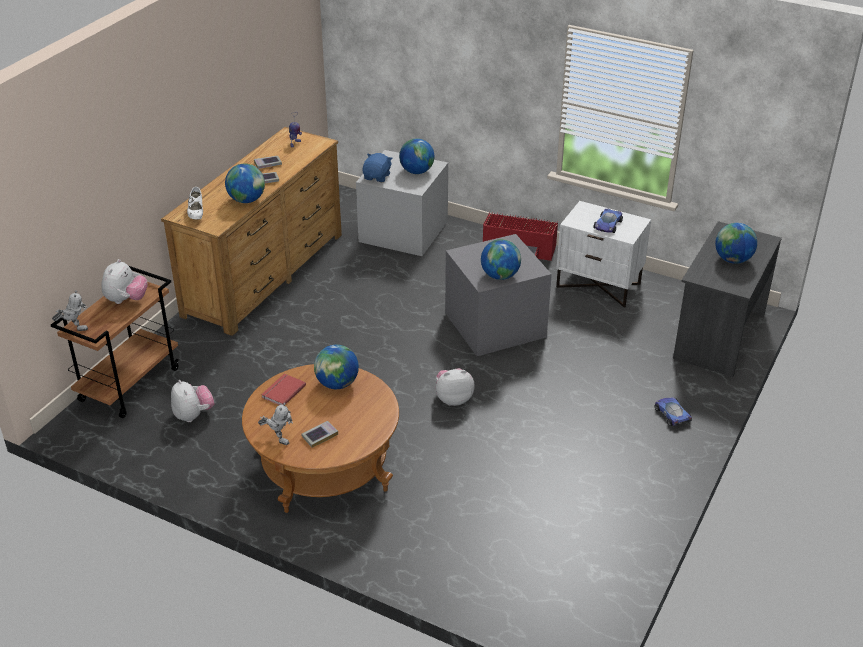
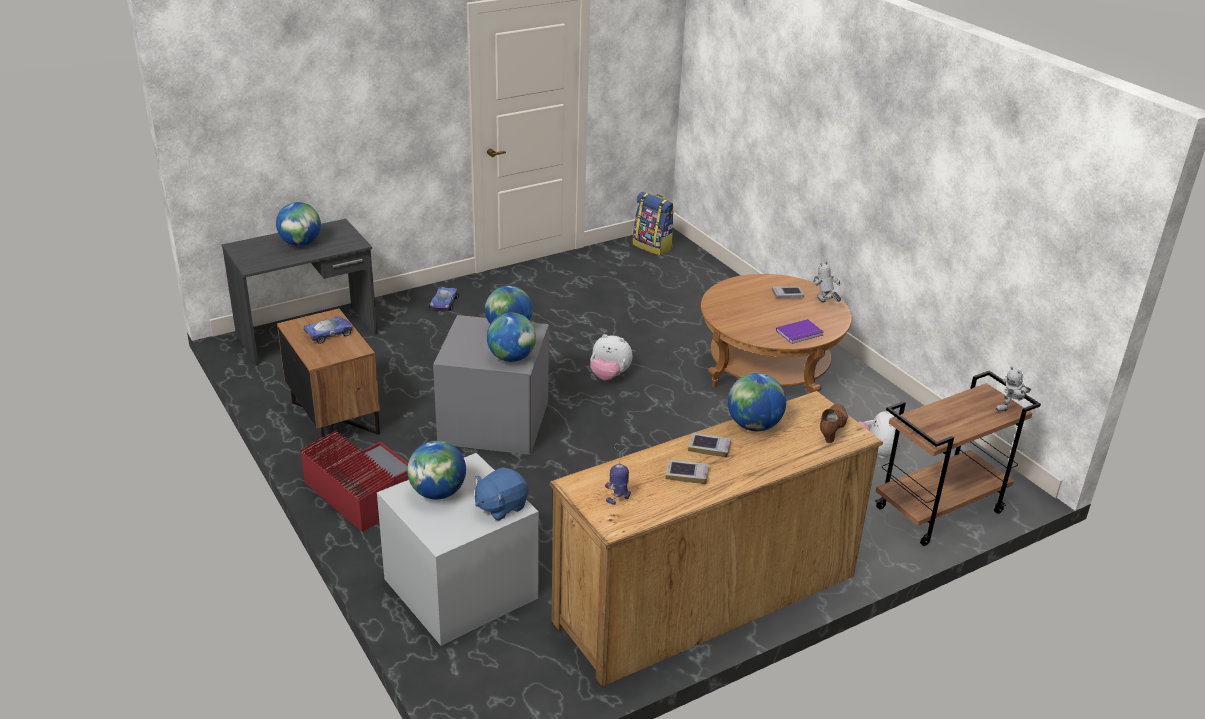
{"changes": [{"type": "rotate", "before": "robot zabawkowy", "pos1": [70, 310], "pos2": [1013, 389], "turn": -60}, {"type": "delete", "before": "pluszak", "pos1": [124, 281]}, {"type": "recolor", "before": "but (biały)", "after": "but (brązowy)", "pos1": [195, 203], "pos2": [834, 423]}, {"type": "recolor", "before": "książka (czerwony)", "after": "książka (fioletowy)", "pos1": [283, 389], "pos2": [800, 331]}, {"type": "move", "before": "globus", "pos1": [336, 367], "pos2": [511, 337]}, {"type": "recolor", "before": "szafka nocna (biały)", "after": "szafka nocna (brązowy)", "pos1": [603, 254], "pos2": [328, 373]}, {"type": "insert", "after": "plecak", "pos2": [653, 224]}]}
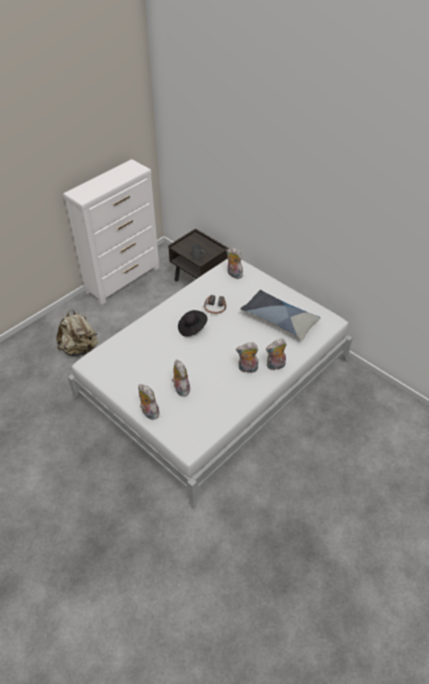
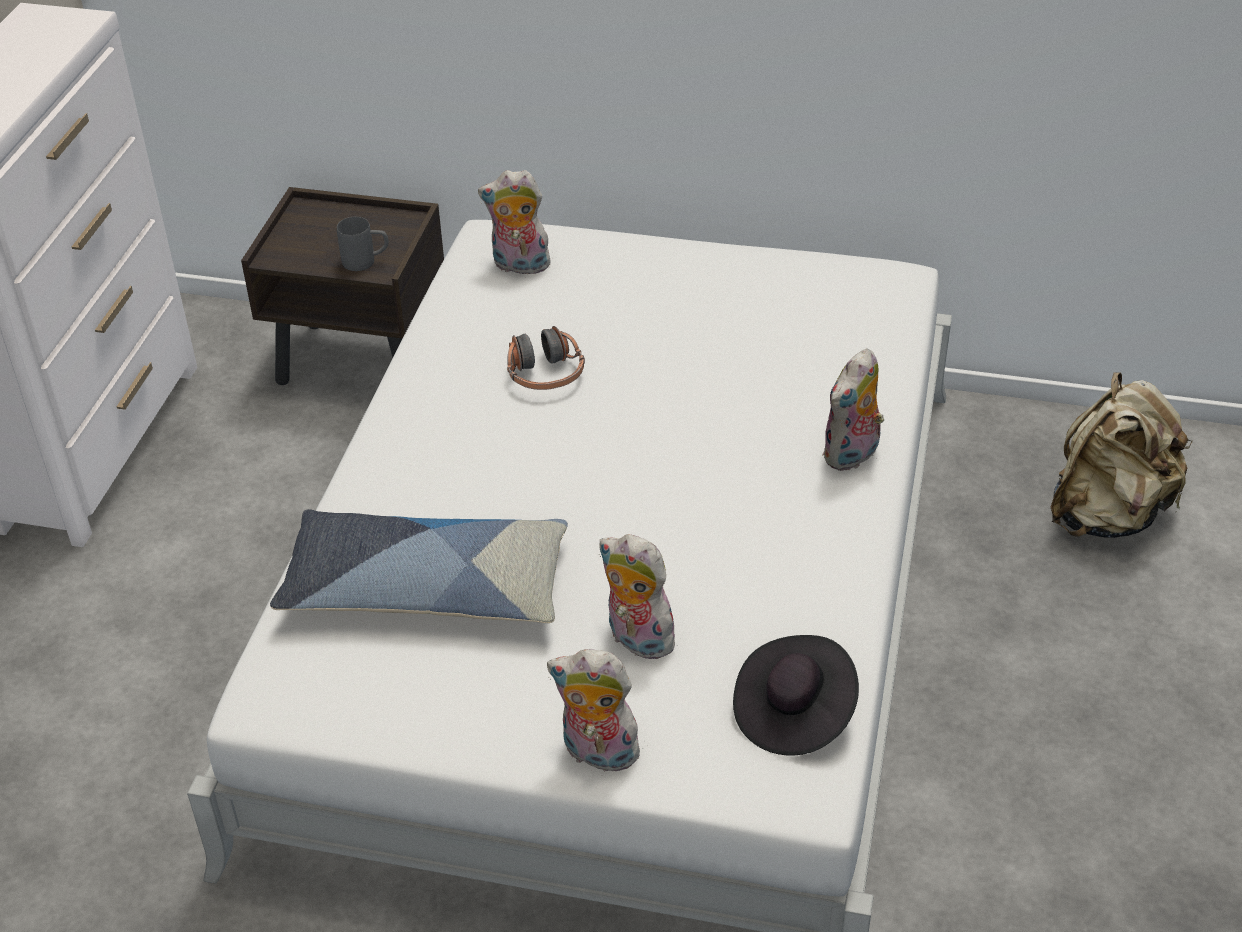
{"changes": [{"type": "move", "before": "plecak (beżowy)", "pos1": [77, 332], "pos2": [1122, 455]}, {"type": "move", "before": "kapelusz (czarny)", "pos1": [192, 323], "pos2": [796, 695]}, {"type": "delete", "before": "pluszak", "pos1": [247, 357]}, {"type": "move", "before": "poduszka", "pos1": [280, 315], "pos2": [419, 566]}]}
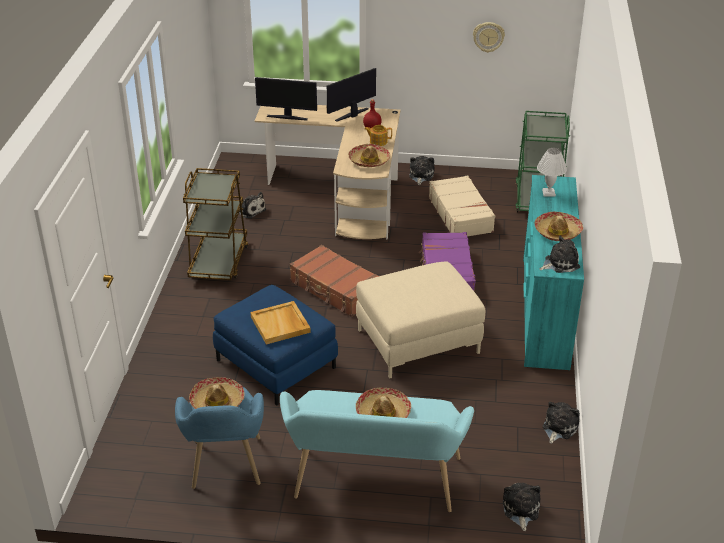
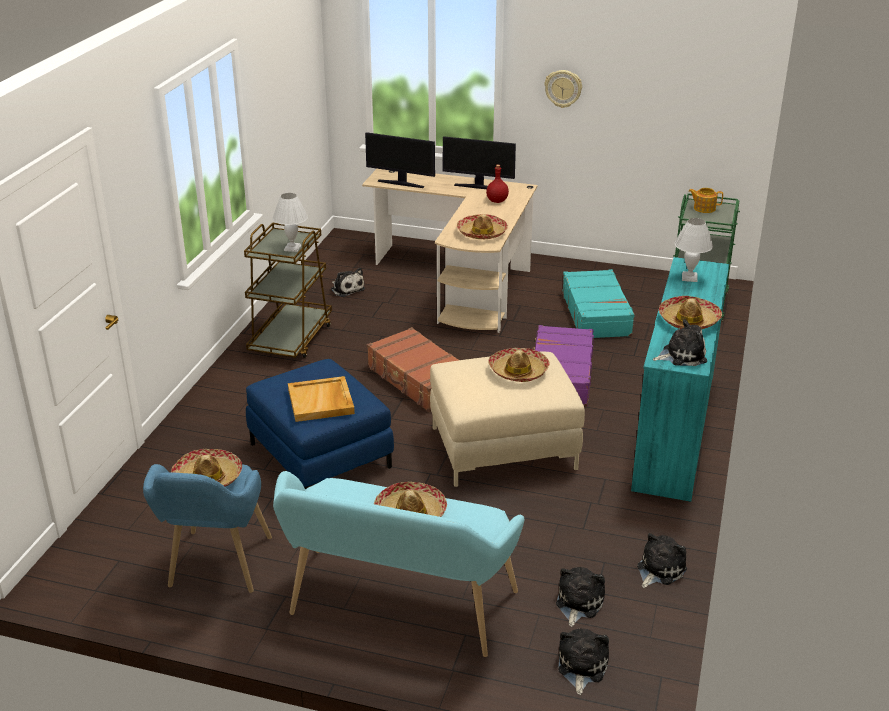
{"changes": [{"type": "rotate", "before": "monitor", "pos1": [351, 95], "pos2": [479, 162], "turn": -135}, {"type": "move", "before": "imbryk", "pos1": [378, 135], "pos2": [705, 200]}, {"type": "move", "before": "pluszak", "pos1": [421, 170], "pos2": [580, 597]}, {"type": "recolor", "before": "walizka (beżowy)", "after": "walizka (turkusowy)", "pos1": [462, 205], "pos2": [598, 303]}, {"type": "move", "before": "zegar ścienny", "pos1": [489, 37], "pos2": [563, 89]}, {"type": "insert", "after": "lampa stołowa (biały)", "pos2": [290, 222]}, {"type": "insert", "after": "kapelusz", "pos2": [519, 365]}]}
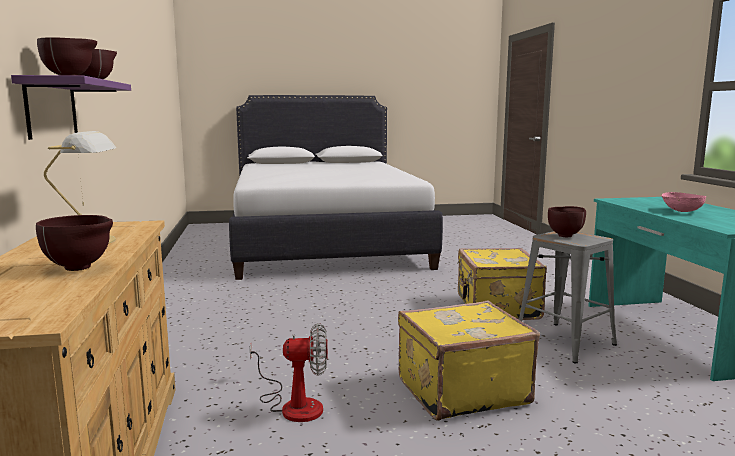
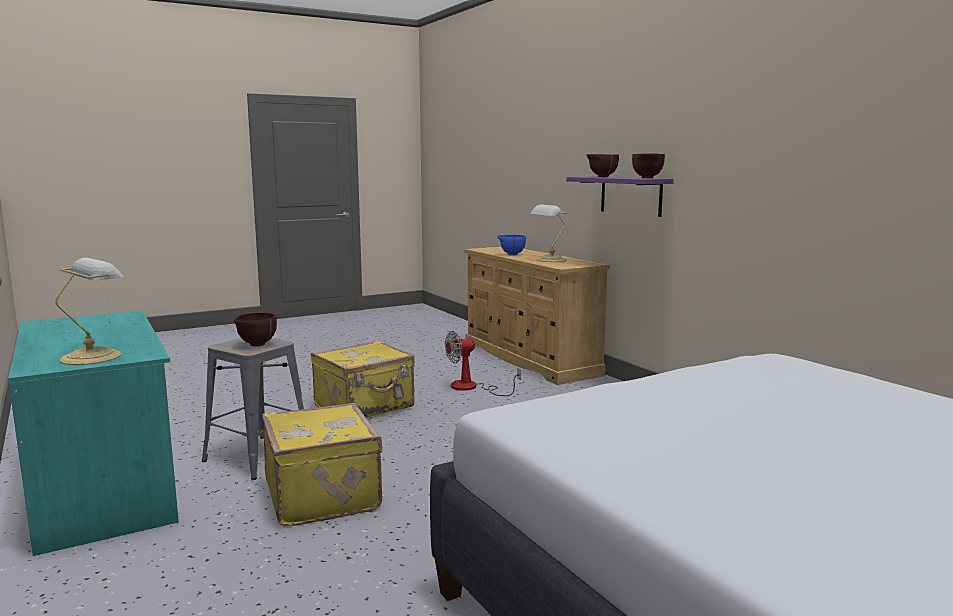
{"changes": [{"type": "recolor", "before": "miska (brązowy)", "after": "miska (niebieski)", "pos1": [74, 243], "pos2": [511, 245]}, {"type": "delete", "before": "miska (różowy)", "pos1": [683, 202]}, {"type": "insert", "after": "lampa stołowa", "pos2": [89, 311]}]}
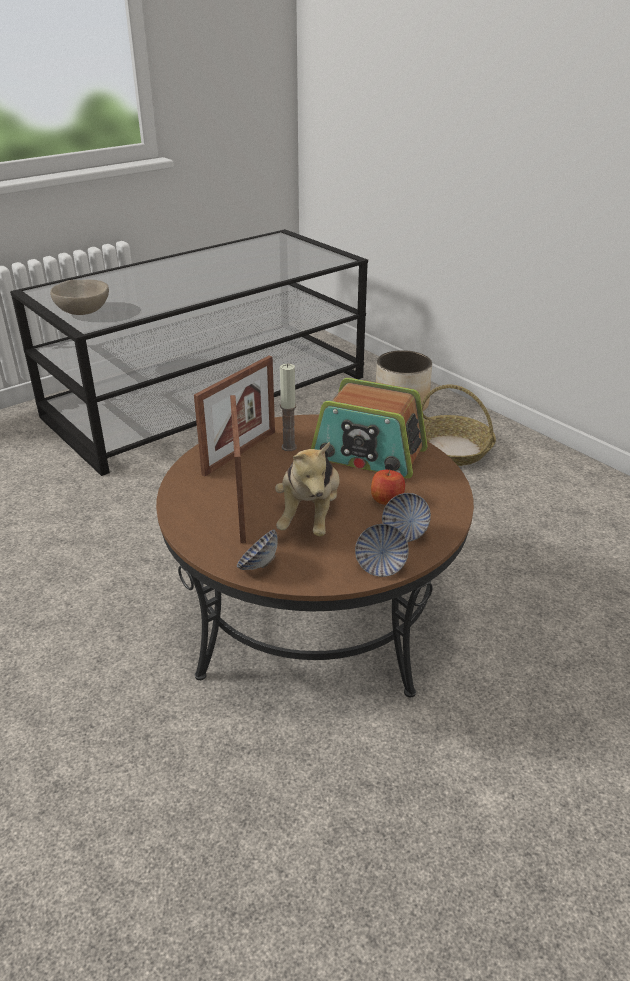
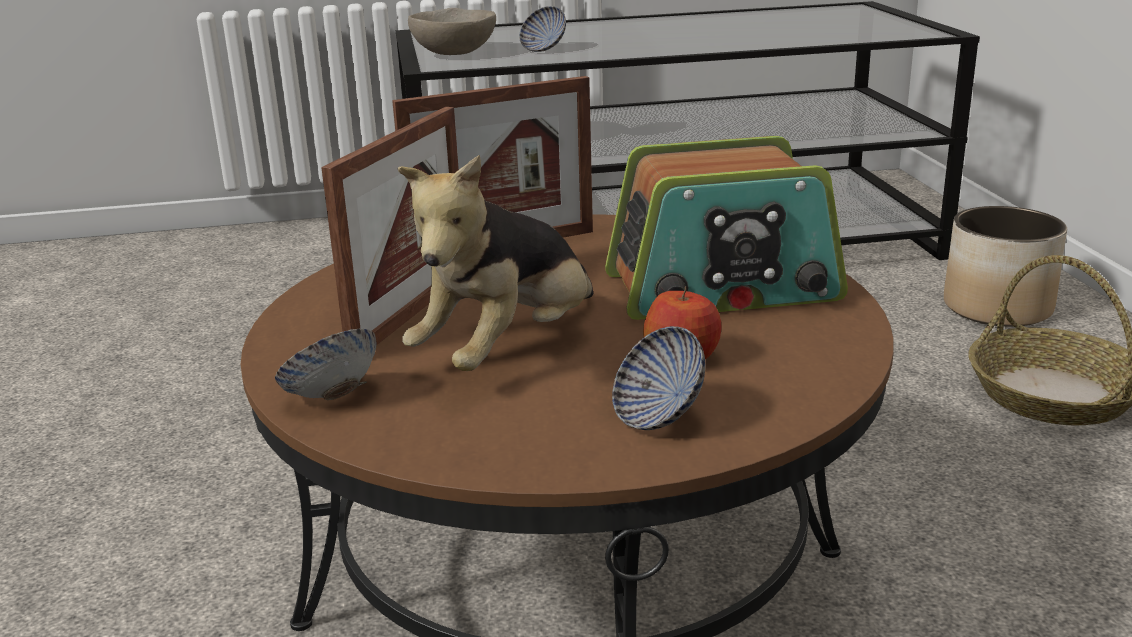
{"changes": [{"type": "delete", "before": "świeca", "pos1": [288, 407]}, {"type": "rotate", "before": "radio", "pos1": [369, 428], "pos2": [726, 228], "turn": -60}, {"type": "move", "before": "miska", "pos1": [382, 550], "pos2": [542, 29]}]}
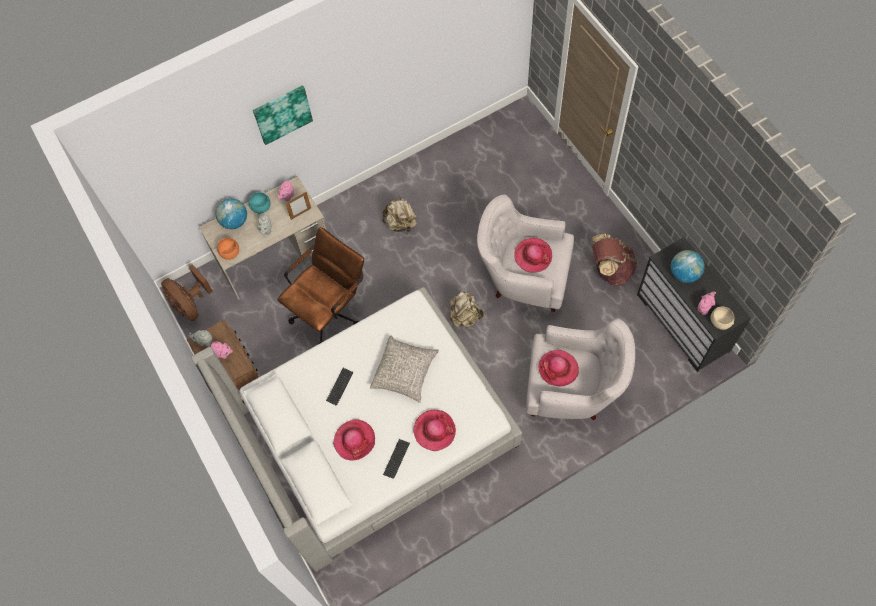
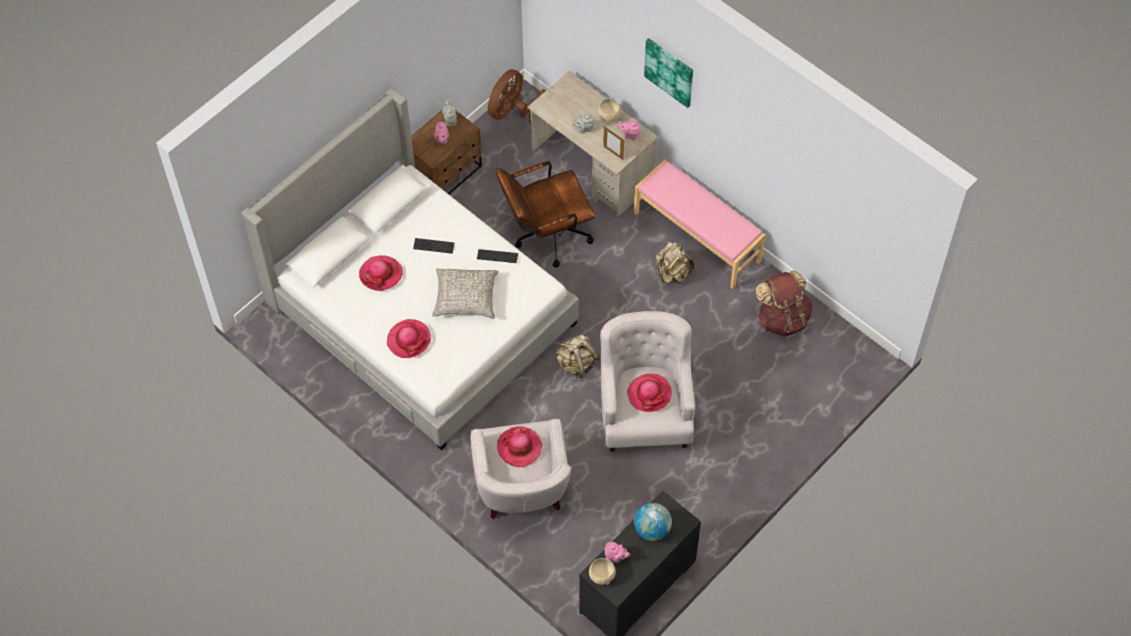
{"changes": [{"type": "delete", "before": "globus", "pos1": [231, 213]}, {"type": "delete", "before": "miska (pomarańczowy)", "pos1": [228, 249]}, {"type": "recolor", "before": "miska (turkusowy)", "after": "miska (beżowy)", "pos1": [260, 203], "pos2": [609, 110]}, {"type": "rotate", "before": "krzesło biurowe (brązowy)", "pos1": [320, 285], "pos2": [545, 214], "turn": 135}, {"type": "move", "before": "klawiatura", "pos1": [396, 459], "pos2": [497, 256]}, {"type": "move", "before": "plecak (brązowy)", "pos1": [614, 259], "pos2": [784, 304]}, {"type": "insert", "after": "ławka (różowy)", "pos2": [699, 224]}]}
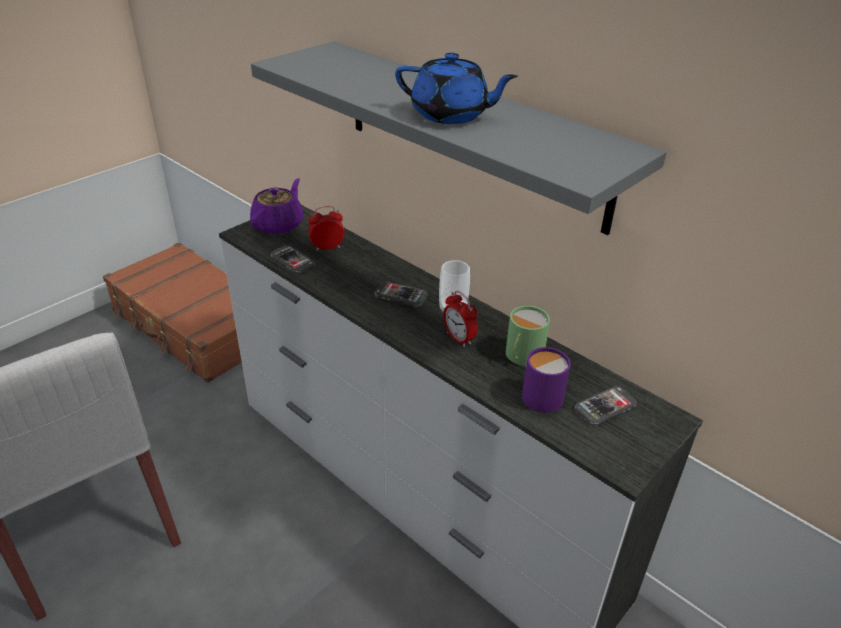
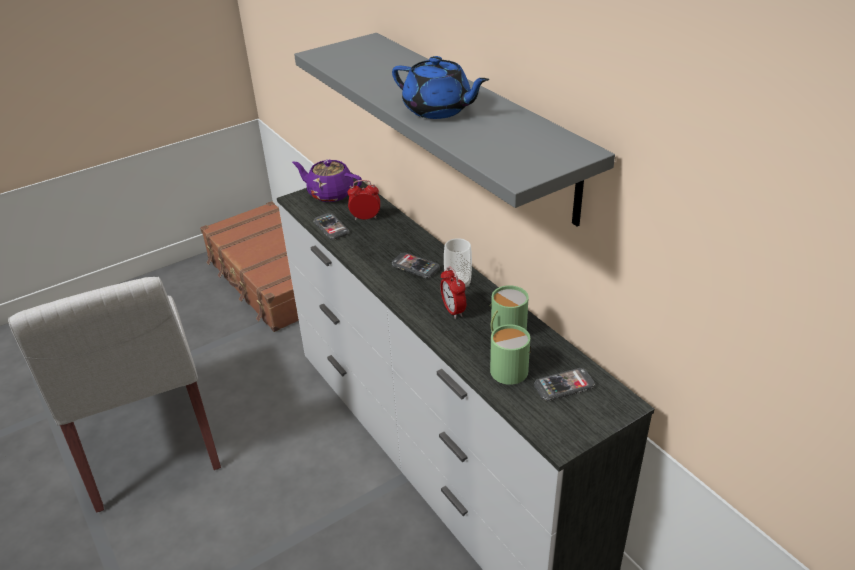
{"changes": [{"type": "rotate", "before": "imbryk (fioletowy)", "pos1": [276, 206], "pos2": [327, 180], "turn": -105}, {"type": "recolor", "before": "kubek (fioletowy)", "after": "kubek (zielony)", "pos1": [546, 380], "pos2": [510, 354]}]}
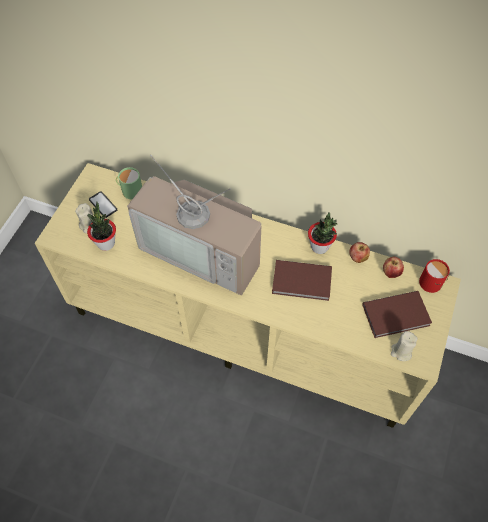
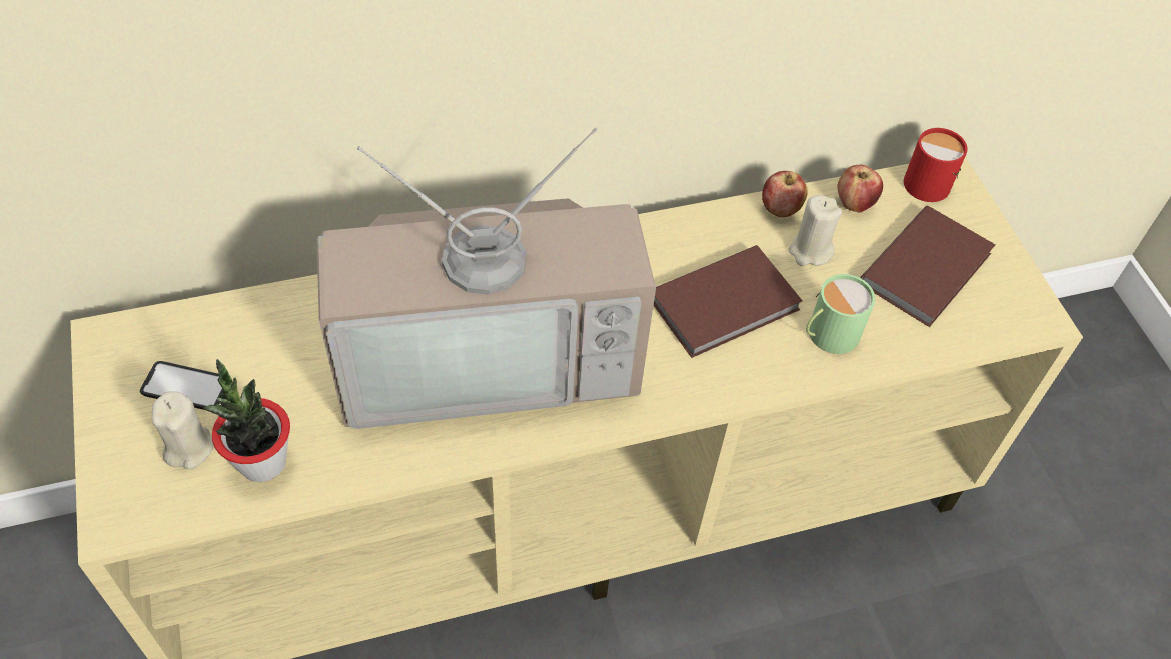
{"changes": [{"type": "move", "before": "kubek (zielony)", "pos1": [129, 183], "pos2": [840, 314]}, {"type": "delete", "before": "roślina doniczkowa", "pos1": [322, 233]}, {"type": "move", "before": "świeca (beżowy)", "pos1": [404, 346], "pos2": [815, 230]}]}
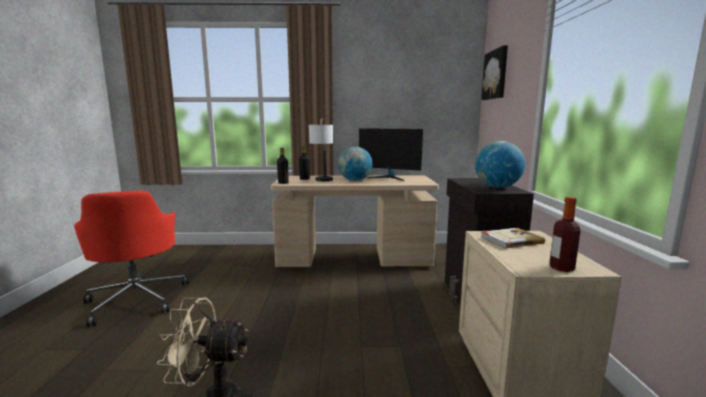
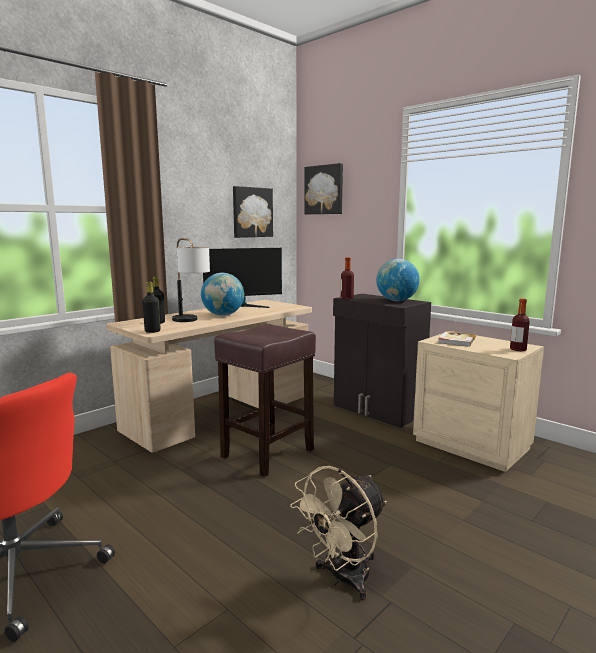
{"changes": [{"type": "insert", "after": "stołek (brązowy)", "pos2": [265, 400]}, {"type": "insert", "after": "obraz", "pos2": [253, 212]}, {"type": "insert", "after": "butelka", "pos2": [347, 278]}]}
